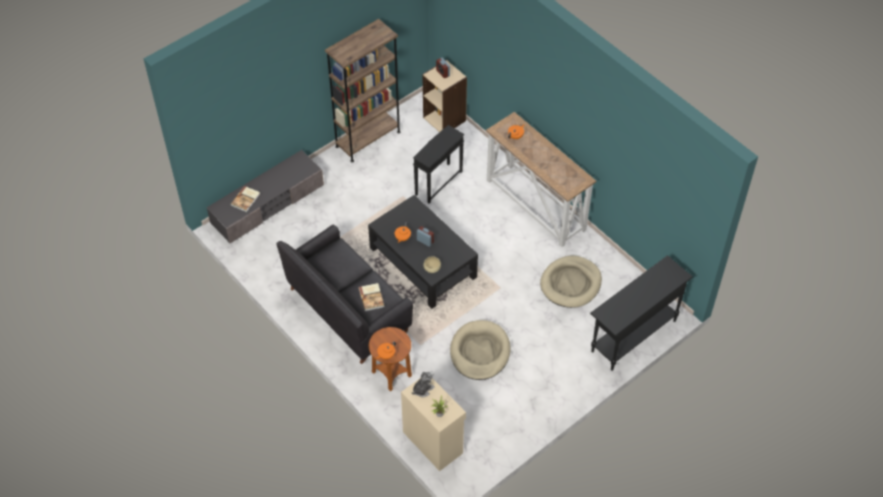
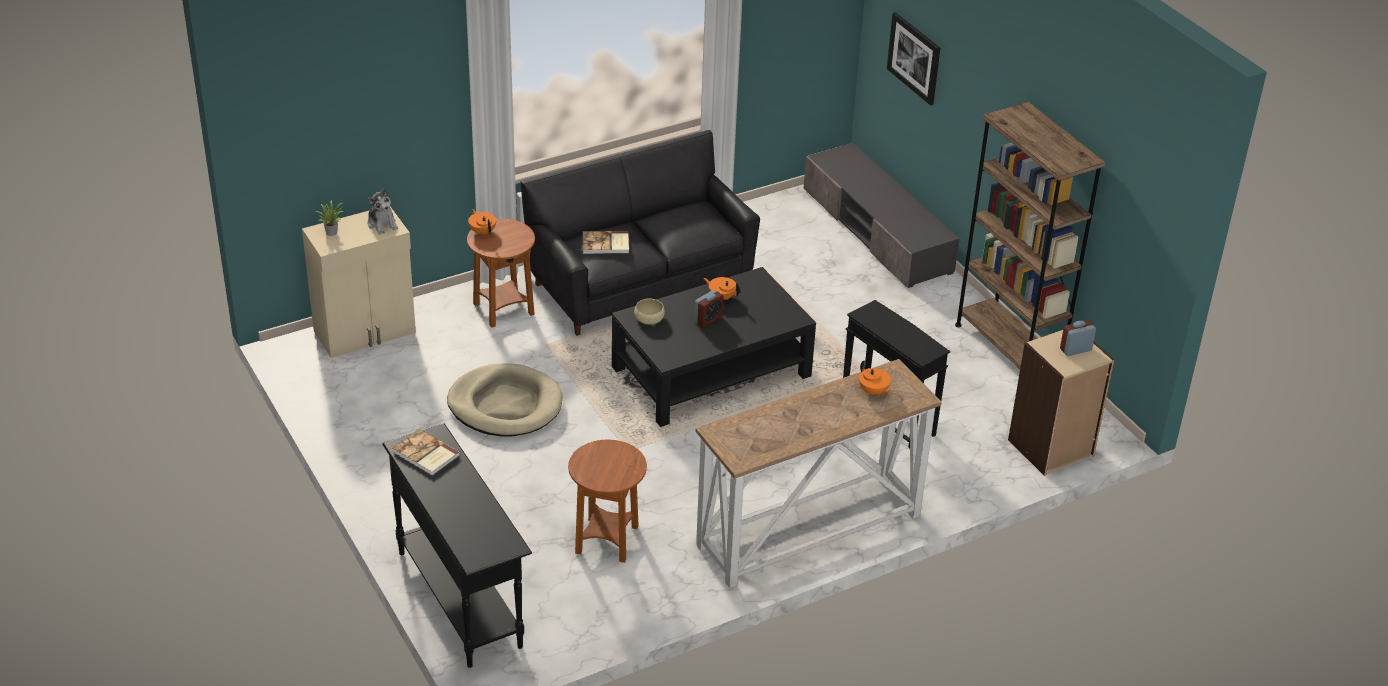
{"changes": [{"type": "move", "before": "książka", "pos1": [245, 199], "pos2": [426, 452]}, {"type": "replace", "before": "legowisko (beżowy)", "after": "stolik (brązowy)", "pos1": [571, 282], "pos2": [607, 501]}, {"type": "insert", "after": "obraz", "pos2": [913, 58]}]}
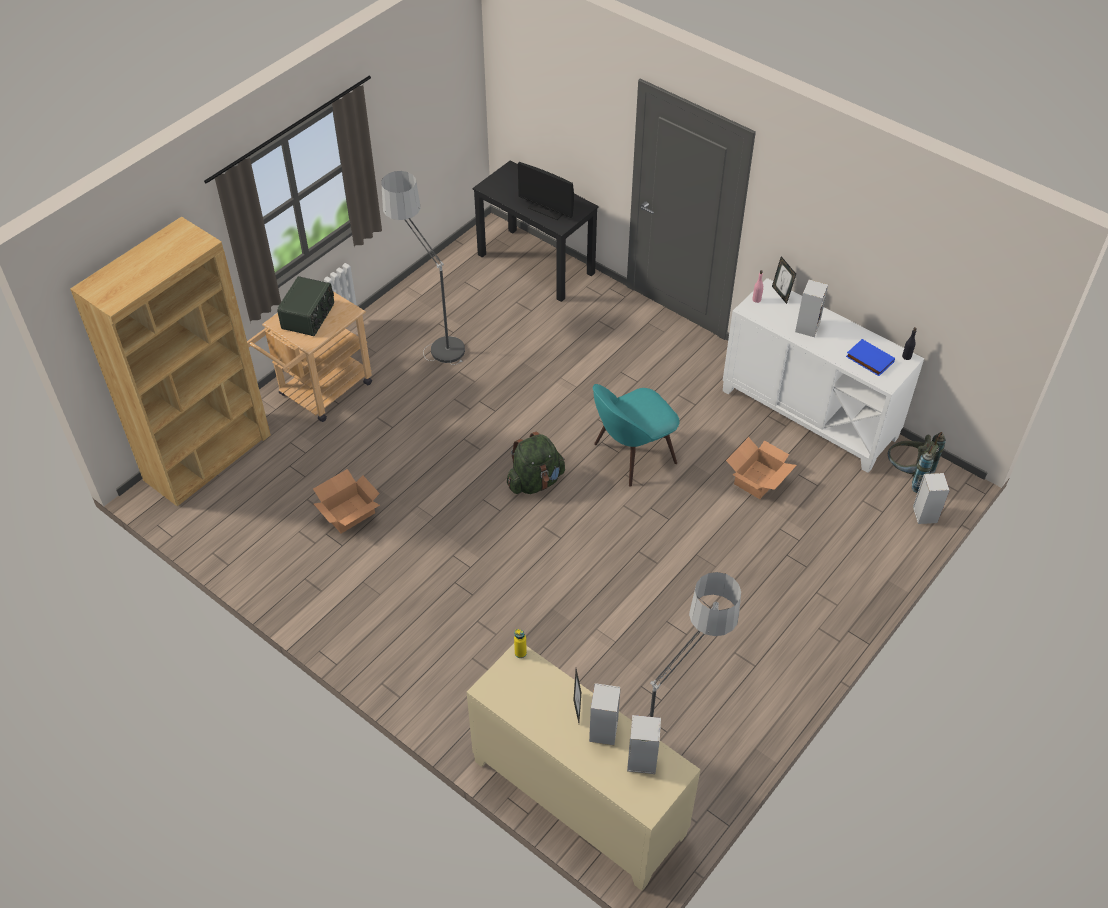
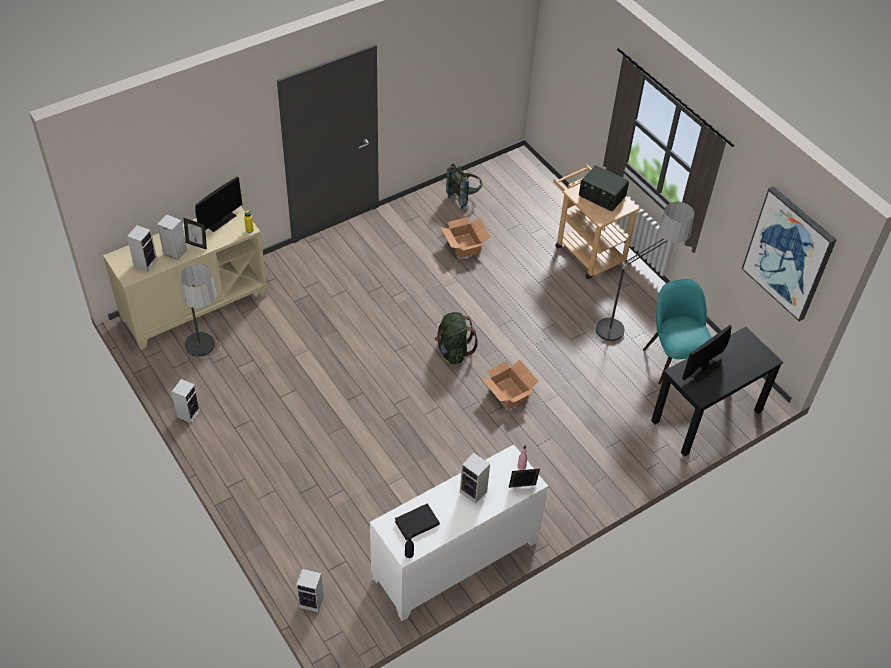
{"changes": [{"type": "delete", "before": "regał (brązowy)", "pos1": [170, 361]}, {"type": "move", "before": "krzesło (turkusowy)", "pos1": [636, 435], "pos2": [677, 331]}, {"type": "move", "before": "karton", "pos1": [761, 468], "pos2": [510, 384]}, {"type": "recolor", "before": "książka (niebieski)", "after": "książka (czarny)", "pos1": [870, 357], "pos2": [417, 521]}, {"type": "move", "before": "plecak (szary)", "pos1": [917, 462], "pos2": [464, 187]}, {"type": "insert", "after": "głośnik", "pos2": [186, 401]}, {"type": "insert", "after": "monitor", "pos2": [218, 204]}, {"type": "insert", "after": "obraz", "pos2": [789, 253]}]}
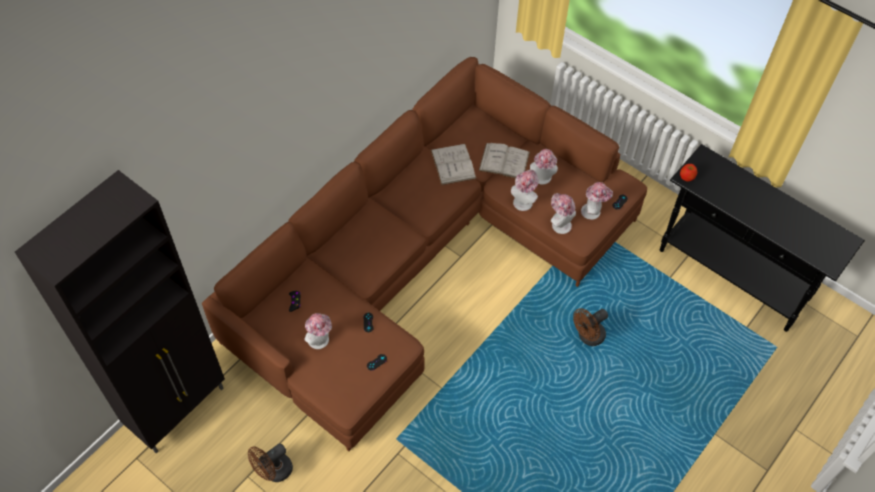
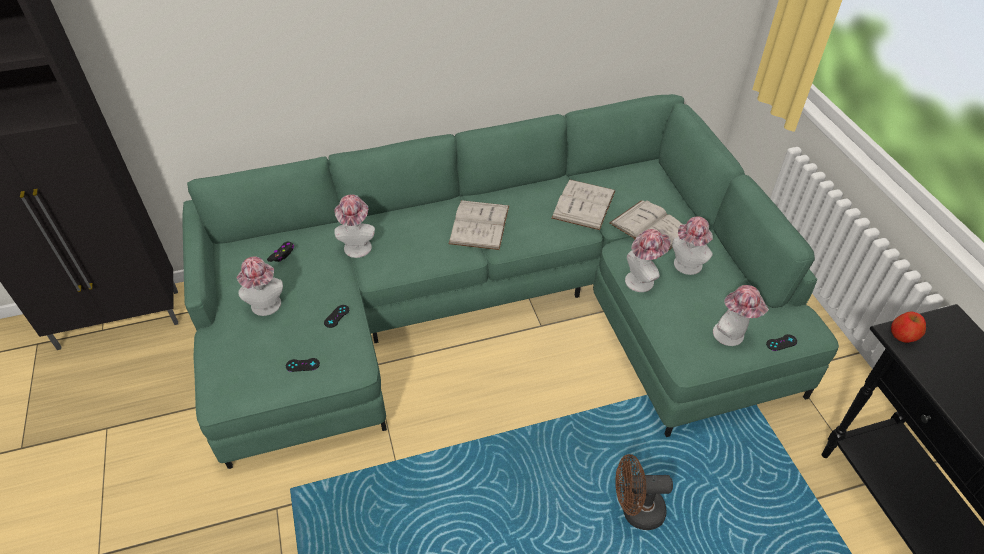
{"changes": [{"type": "recolor", "before": "kanapa (brązowy)", "after": "kanapa (zielony)", "pos1": [424, 254], "pos2": [510, 281]}, {"type": "delete", "before": "wentylator (brązowy)", "pos1": [270, 462]}, {"type": "move", "before": "kapelusz", "pos1": [563, 213], "pos2": [354, 226]}, {"type": "insert", "after": "książka (biały)", "pos2": [479, 225]}]}
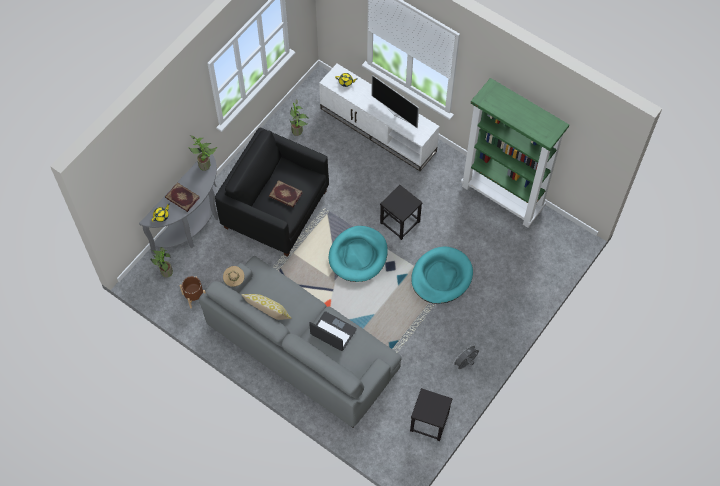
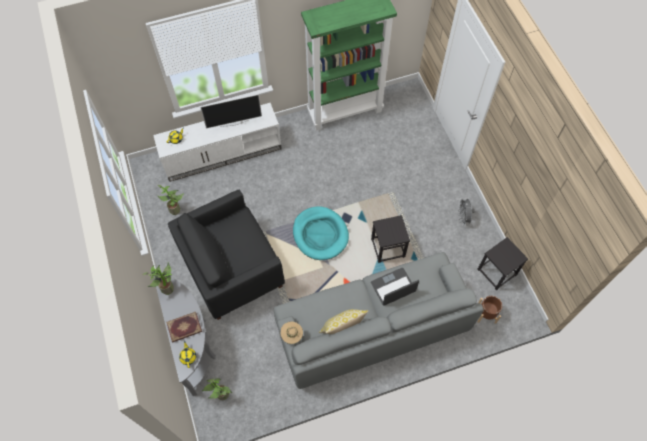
{"changes": [{"type": "move", "before": "donica (brązowy)", "pos1": [193, 292], "pos2": [489, 310]}, {"type": "delete", "before": "książka", "pos1": [285, 194]}, {"type": "move", "before": "stołek (czarny)", "pos1": [401, 212], "pos2": [390, 239]}, {"type": "delete", "before": "legowisko (turkusowy)", "pos1": [442, 275]}]}
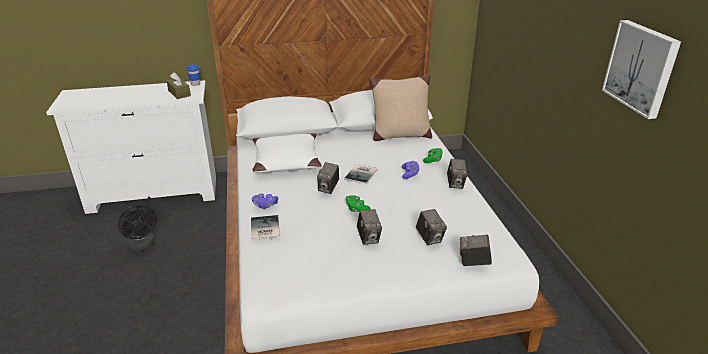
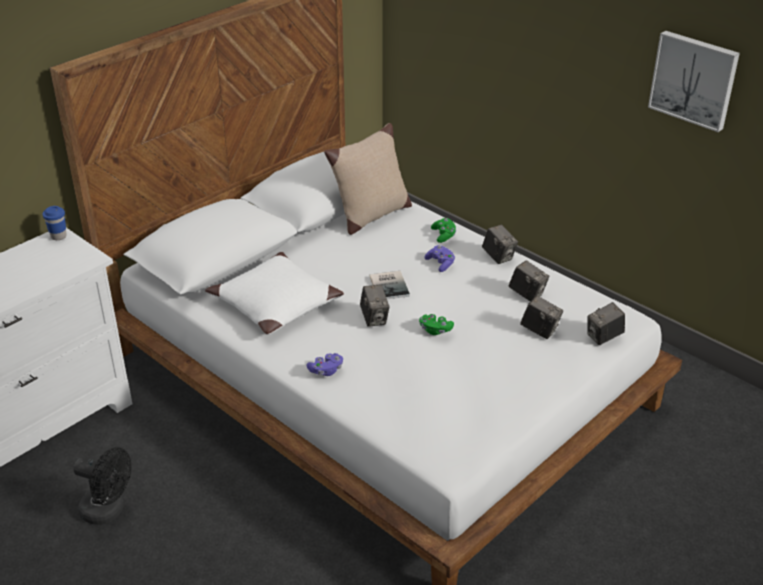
{"changes": [{"type": "delete", "before": "pudełko chusteczek (brązowy)", "pos1": [179, 85]}, {"type": "delete", "before": "książka", "pos1": [265, 228]}, {"type": "move", "before": "aparat fotograficzny", "pos1": [369, 227], "pos2": [528, 281]}]}
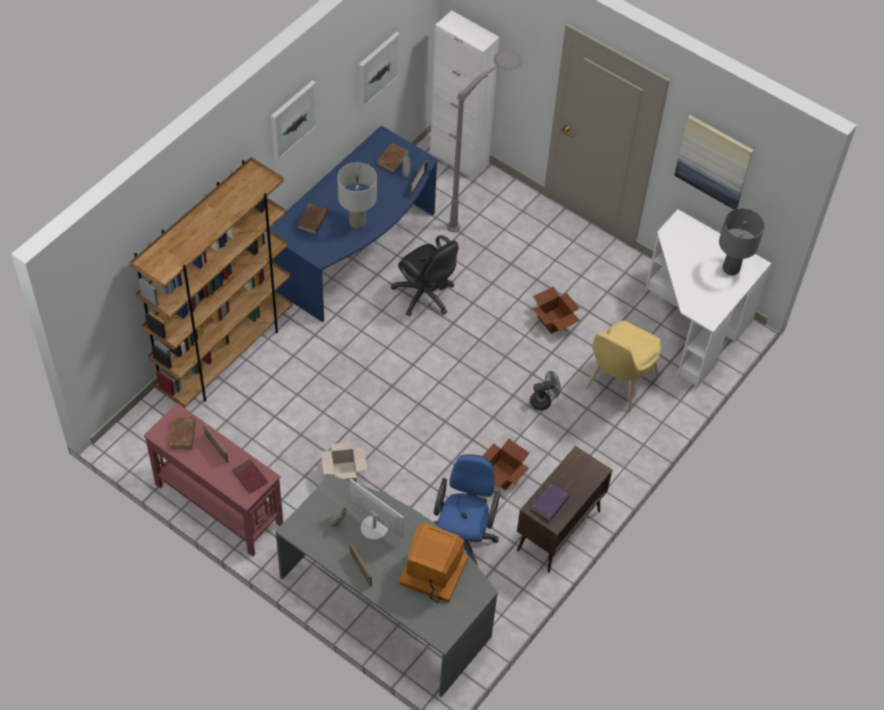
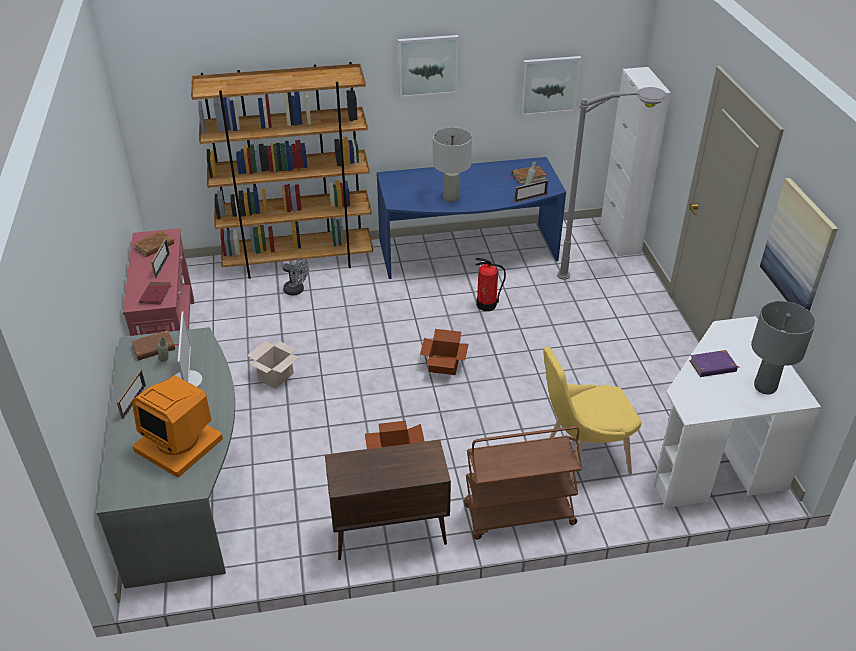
{"changes": [{"type": "move", "before": "książka (brązowy)", "pos1": [312, 218], "pos2": [155, 345]}, {"type": "replace", "before": "krzesło biurowe (czarny)", "after": "gaśnica", "pos1": [425, 275], "pos2": [491, 284]}, {"type": "rotate", "before": "monitor", "pos1": [433, 562], "pos2": [177, 426], "turn": 150}, {"type": "delete", "before": "krzesło biurowe (niebieski)", "pos1": [467, 510]}, {"type": "move", "before": "wentylator (szary)", "pos1": [545, 390], "pos2": [296, 277]}, {"type": "move", "before": "książka (fioletowy)", "pos1": [550, 502], "pos2": [714, 363]}, {"type": "move", "before": "karton", "pos1": [556, 310], "pos2": [444, 352]}, {"type": "insert", "after": "wózek (brązowy)", "pos2": [523, 482]}]}
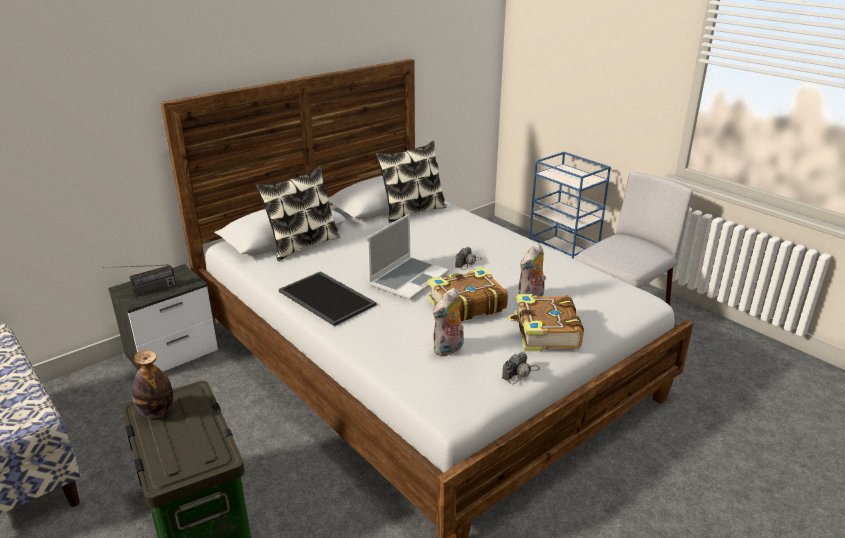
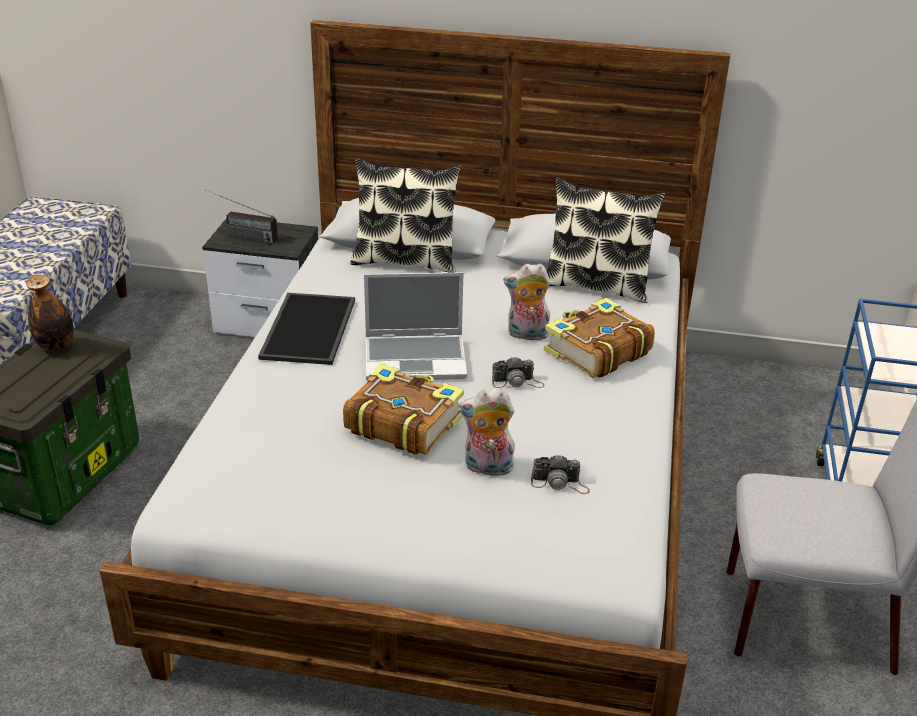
{"changes": [{"type": "move", "before": "pluszak", "pos1": [448, 322], "pos2": [526, 302]}, {"type": "move", "before": "aparat fotograficzny", "pos1": [521, 368], "pos2": [560, 474]}, {"type": "move", "before": "książka", "pos1": [546, 322], "pos2": [599, 338]}]}
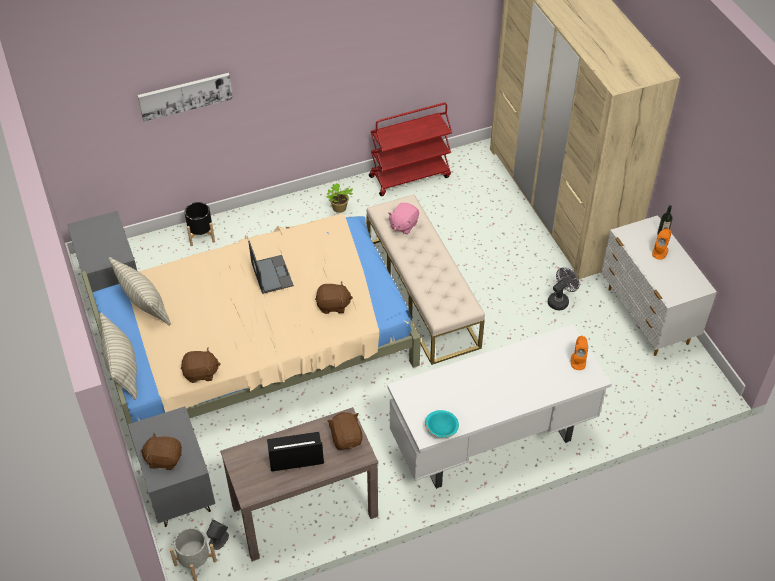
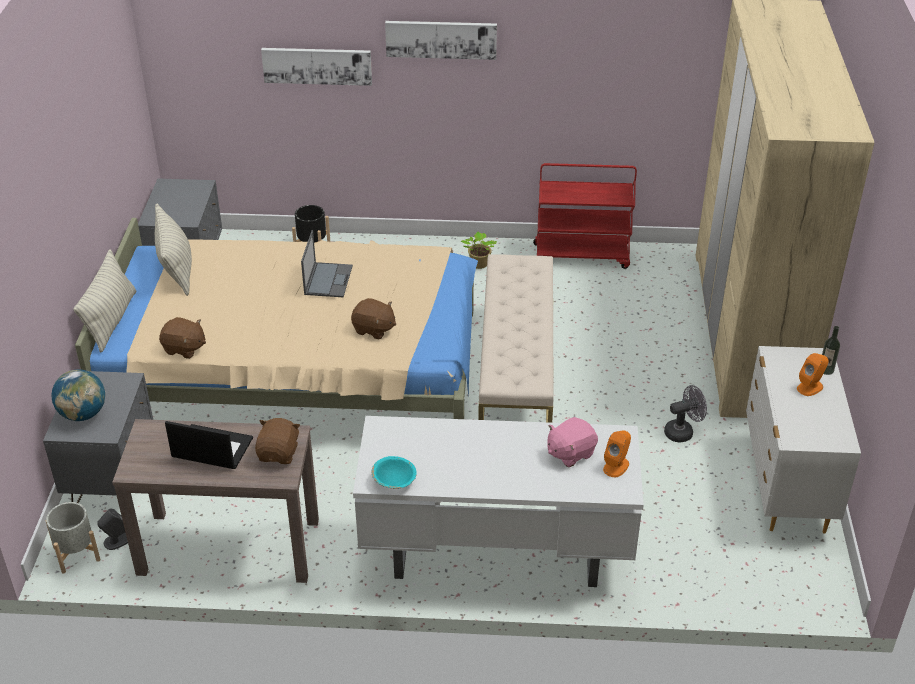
{"changes": [{"type": "replace", "before": "pluszak (brązowy)", "after": "globus", "pos1": [161, 451], "pos2": [78, 395]}, {"type": "move", "before": "pluszak (różowy)", "pos1": [403, 218], "pos2": [572, 442]}, {"type": "insert", "after": "obraz", "pos2": [441, 40]}]}
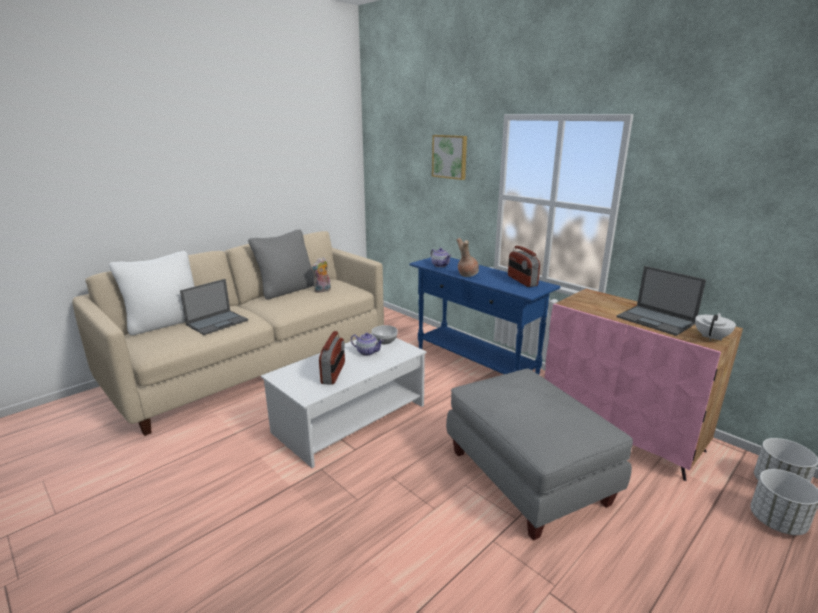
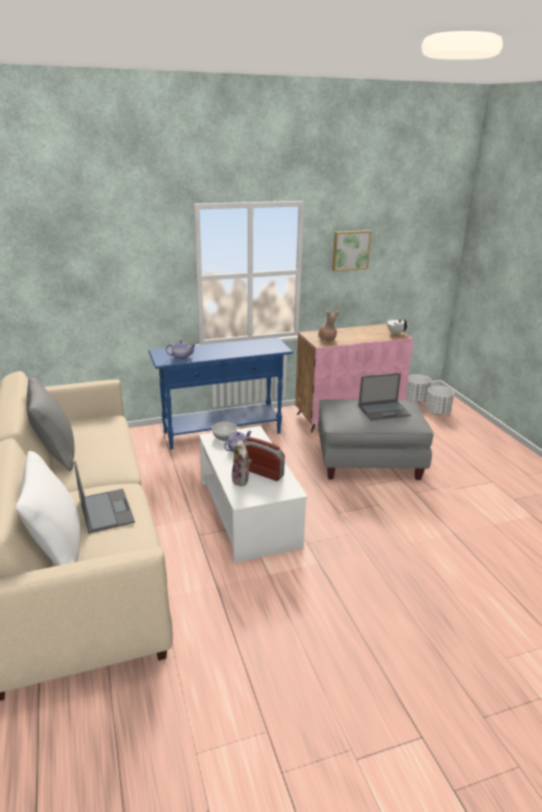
{"changes": [{"type": "move", "before": "pluszak", "pos1": [320, 275], "pos2": [242, 463]}, {"type": "move", "before": "obraz", "pos1": [449, 157], "pos2": [352, 250]}, {"type": "move", "before": "wazon (brązowy)", "pos1": [467, 257], "pos2": [328, 326]}, {"type": "delete", "before": "radio", "pos1": [524, 266]}, {"type": "move", "before": "laptop", "pos1": [661, 301], "pos2": [384, 396]}]}
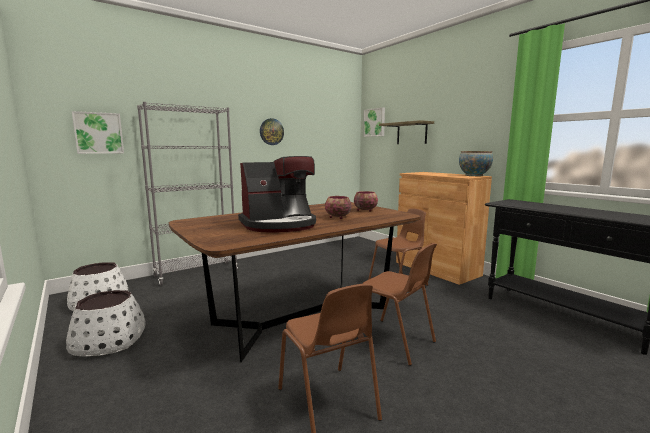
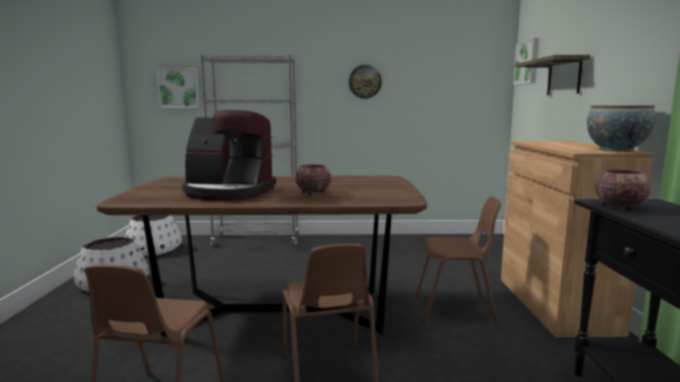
{"changes": [{"type": "move", "before": "miska", "pos1": [366, 201], "pos2": [623, 189]}]}
